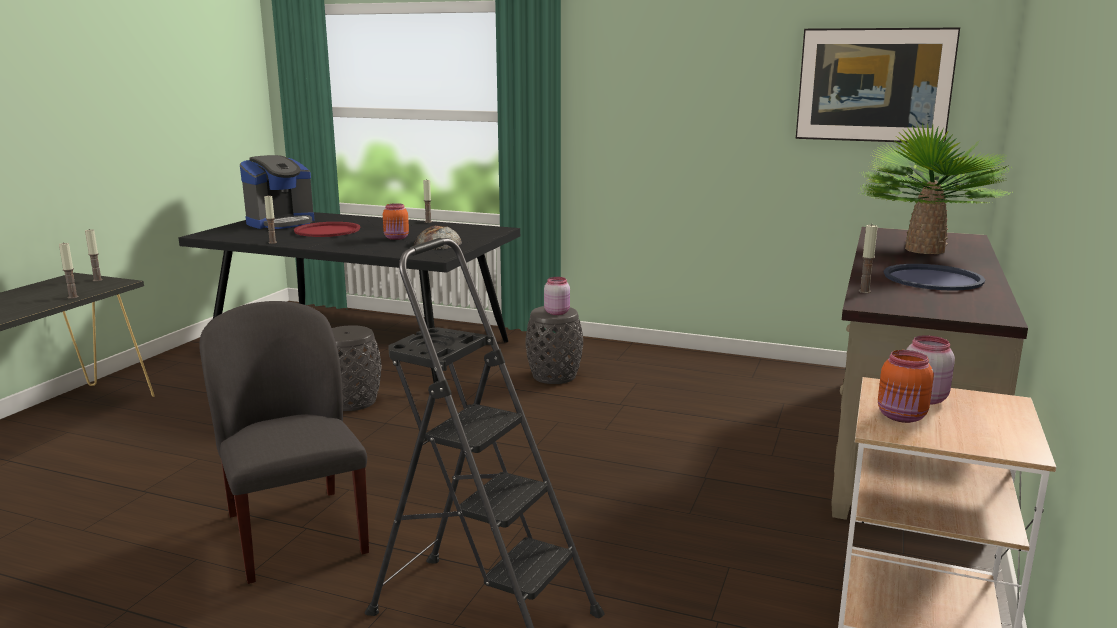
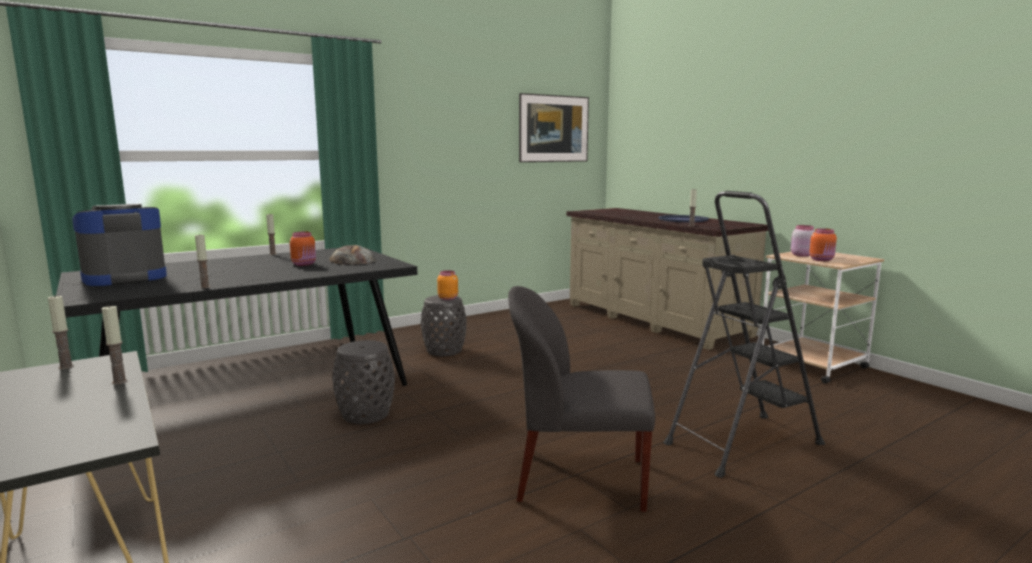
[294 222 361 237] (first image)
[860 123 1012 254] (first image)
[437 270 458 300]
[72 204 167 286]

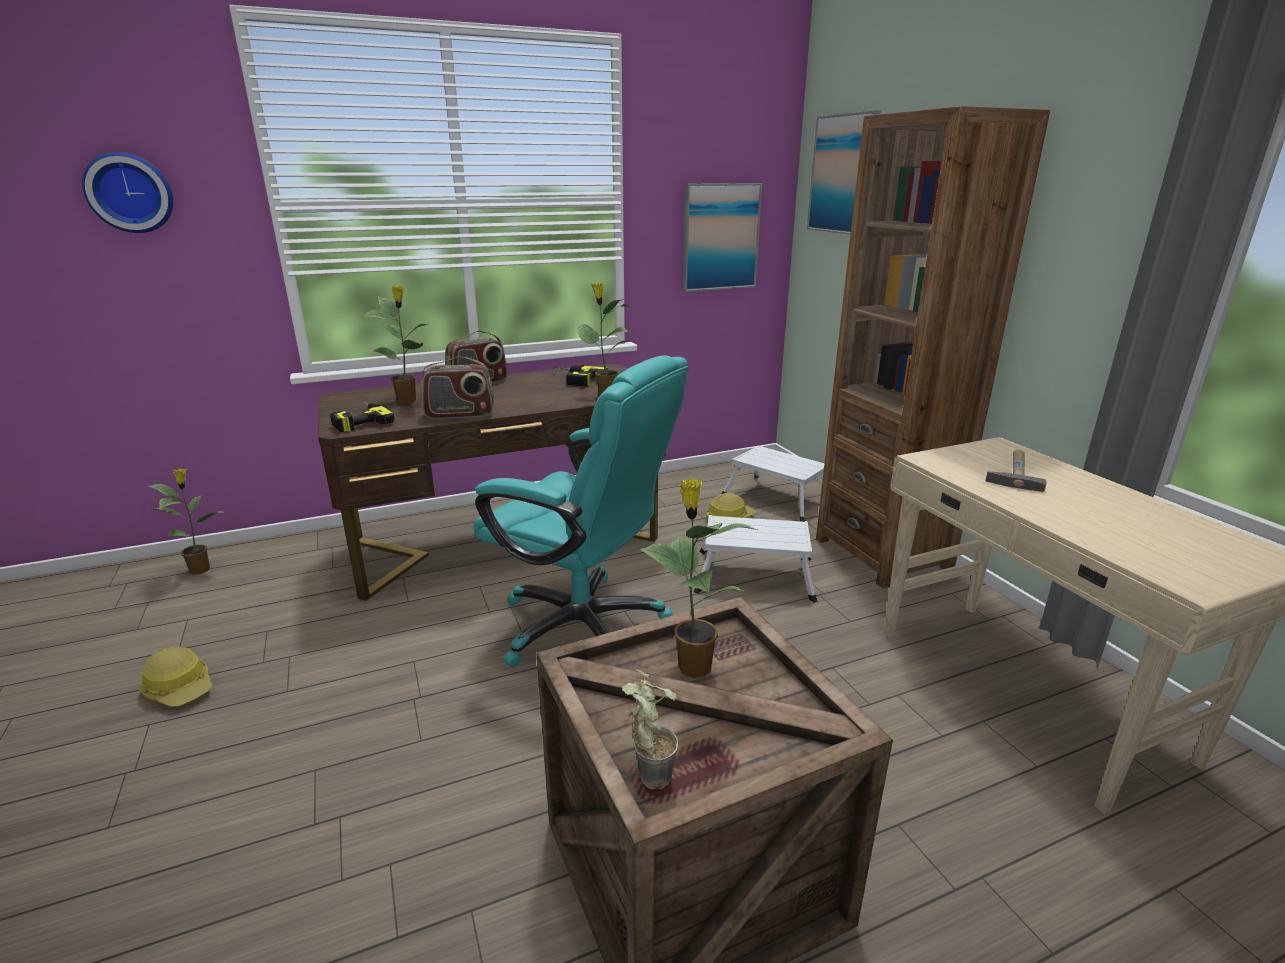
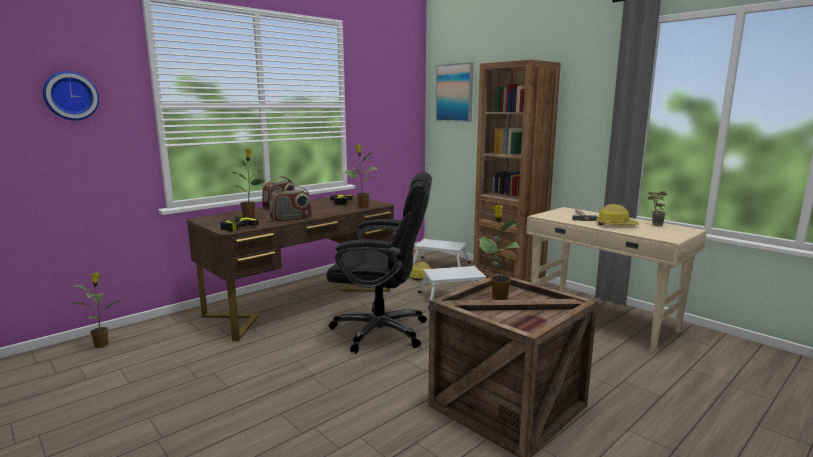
[683 183 762 292] (first image)
[596 204 639 226]
[647 191 667 227]
[326 172 432 353]

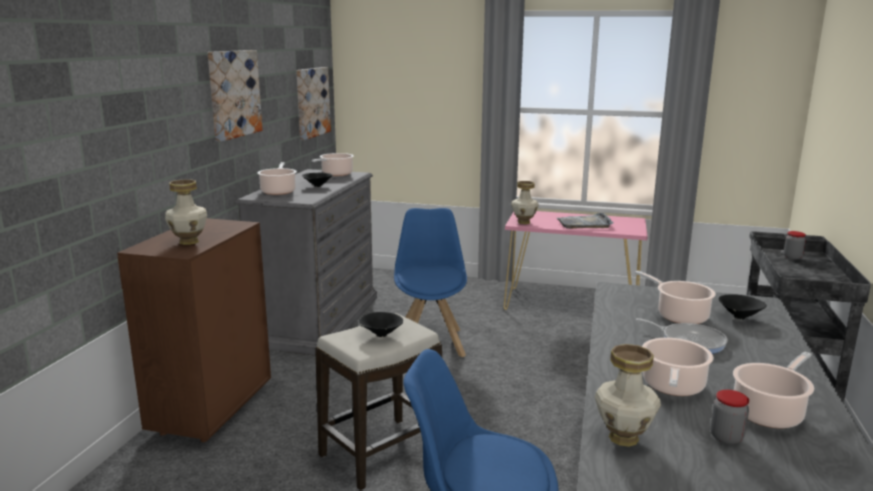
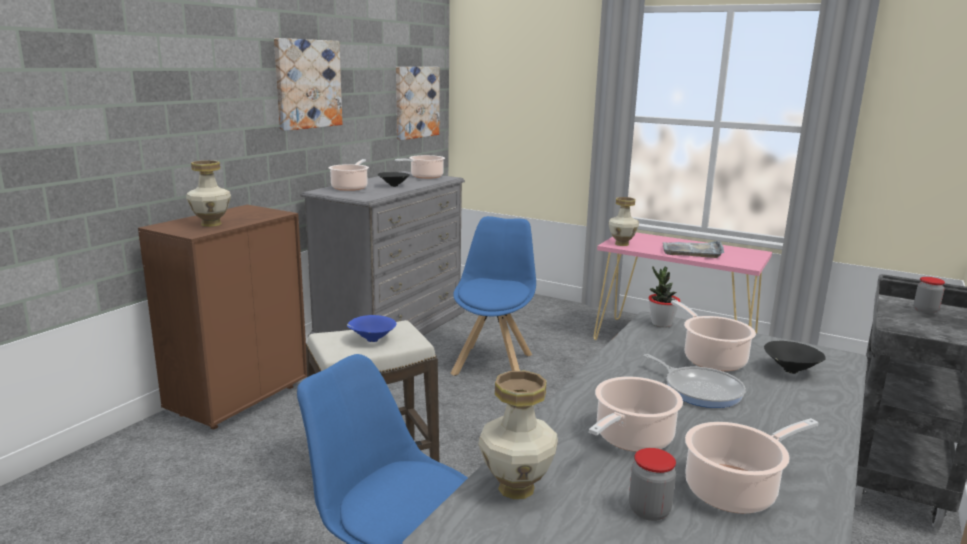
[649 266 680 327]
[347 315 397 342]

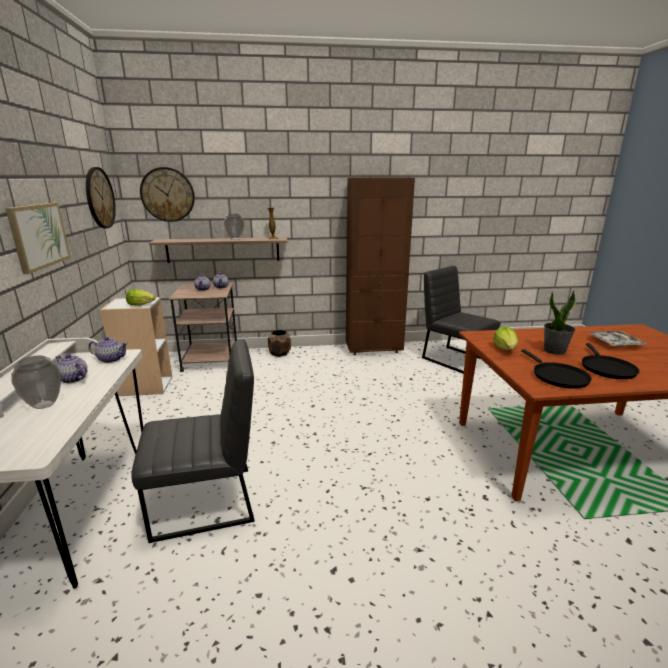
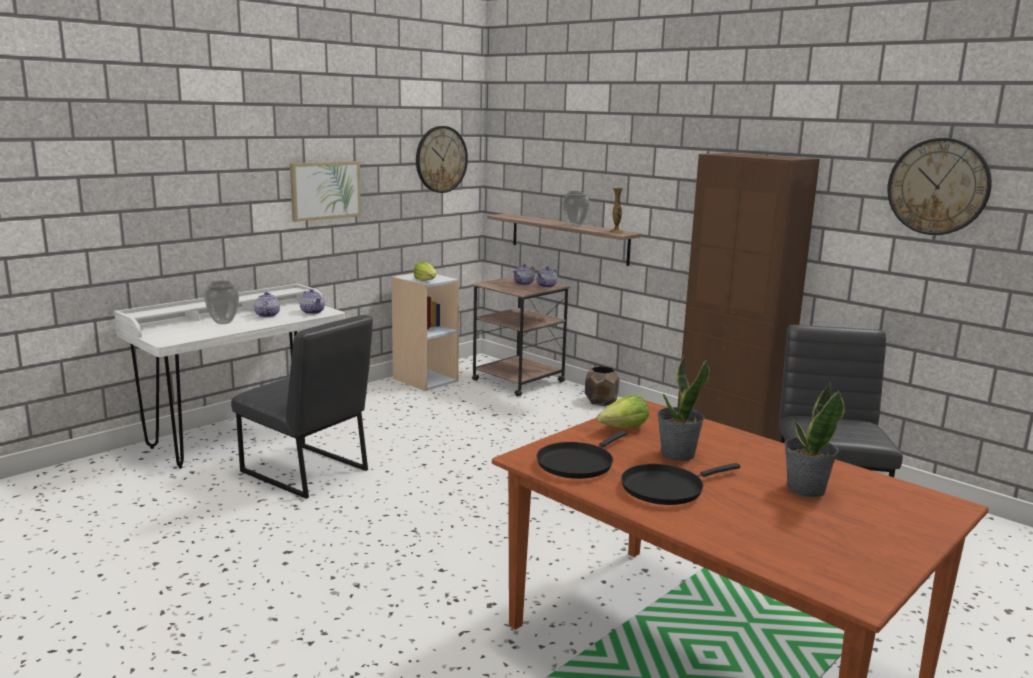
[887 138 992 235]
[784 383 845 497]

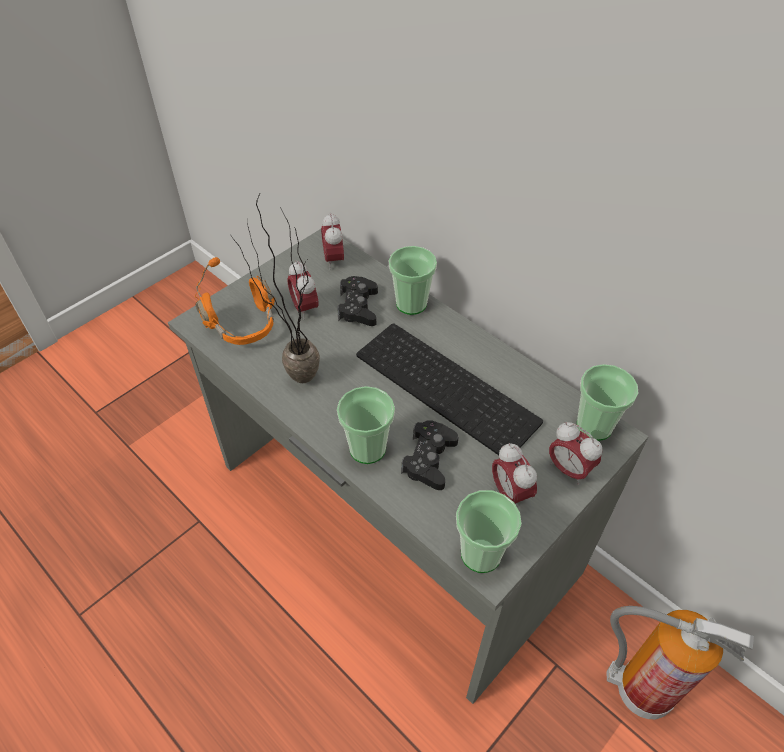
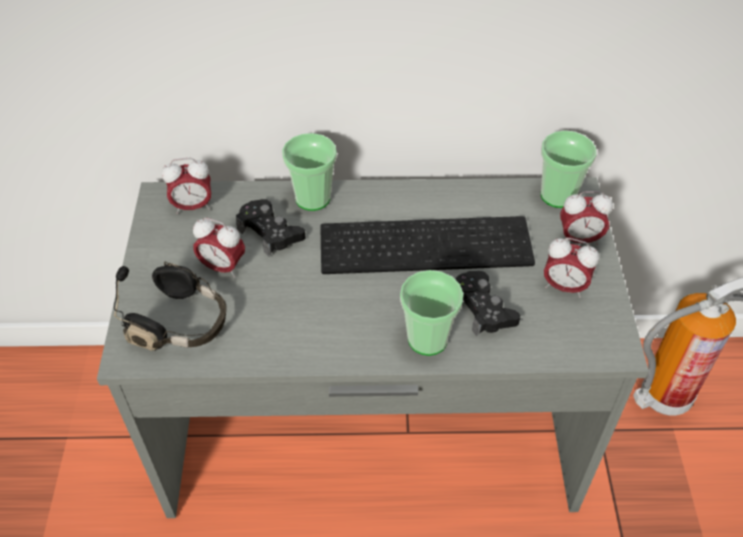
[230 194 320 383] (first image)
[456 490 522 573] (first image)
[114 262 227 351]
[162 158 211 214]

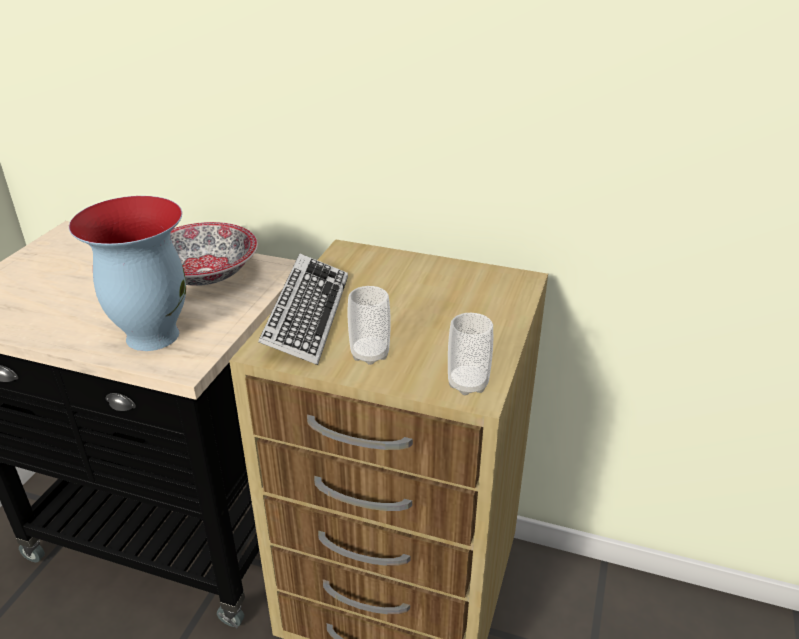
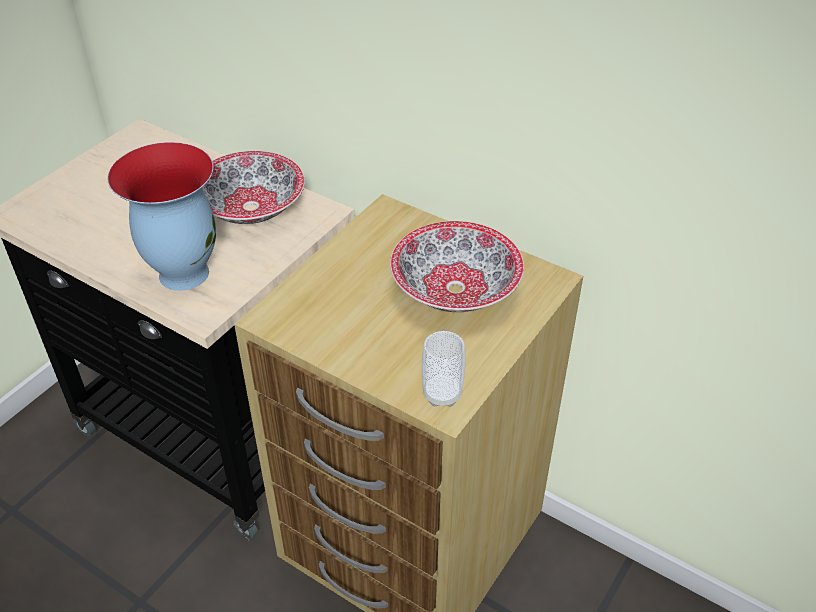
[258 253 348 365] (first image)
[348 286 391 365] (first image)
[390 221 524 312]

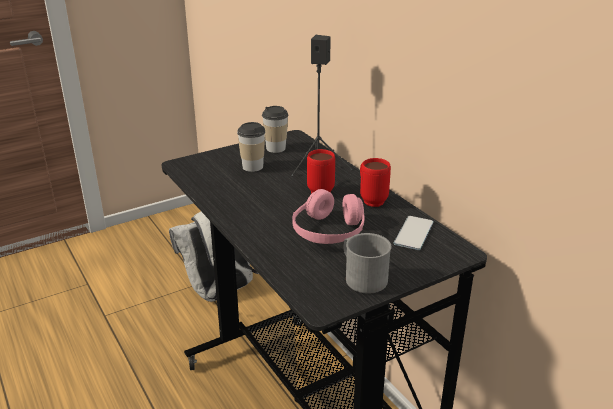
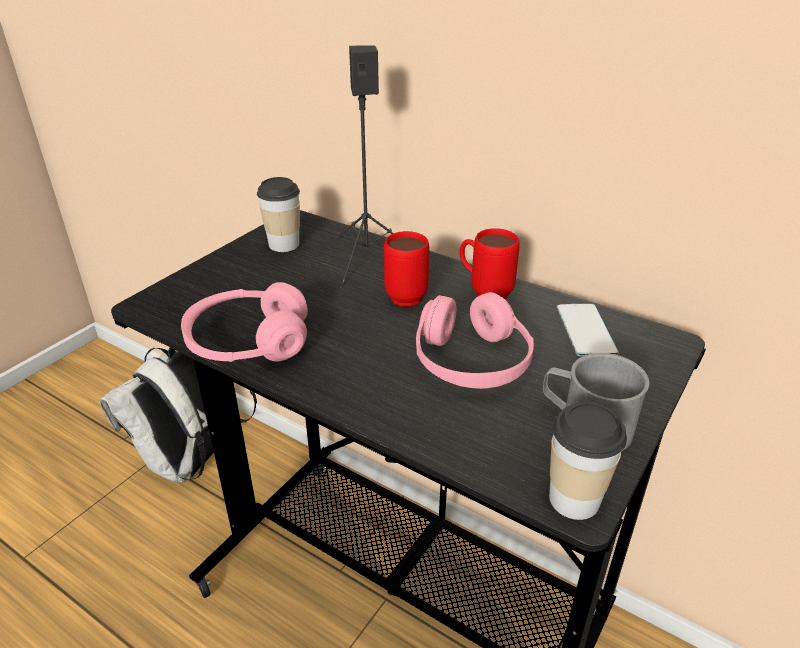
[181 282 308 362]
[549 401 627 520]

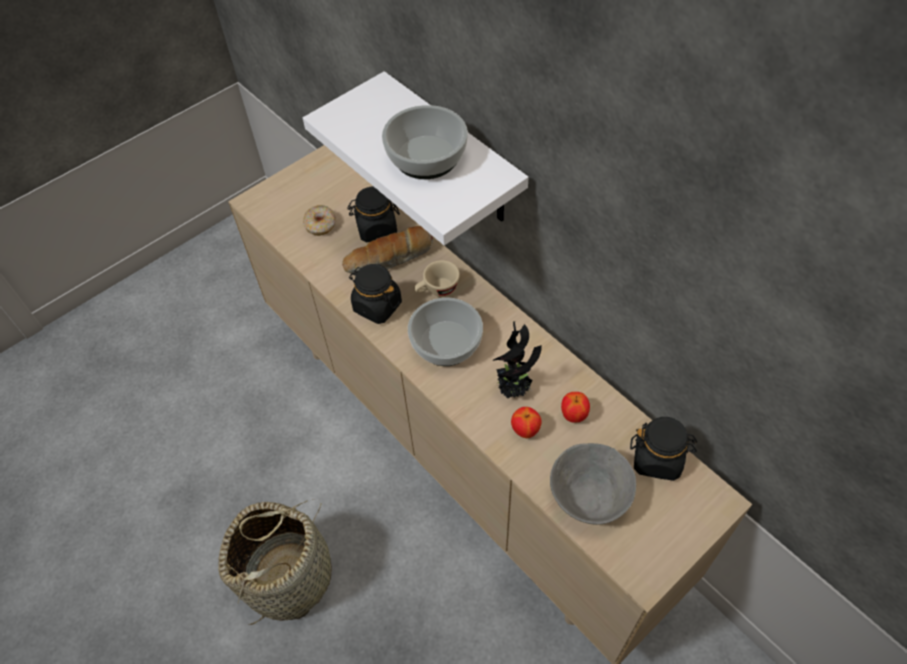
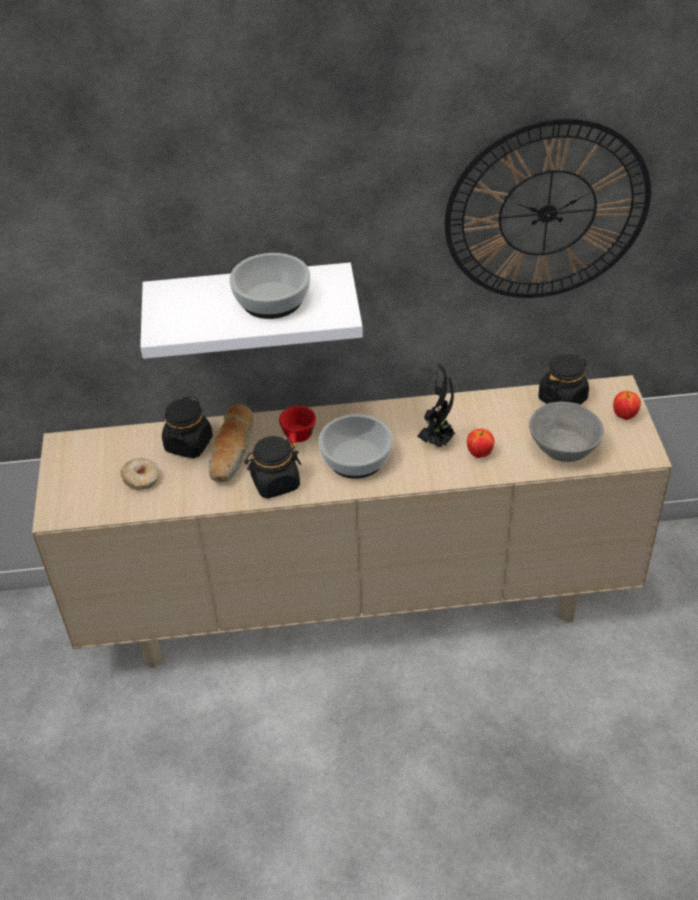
[218 499 332 625] (first image)
[444 118 651 298]
[613 391 641 420]
[279 406 316 444]

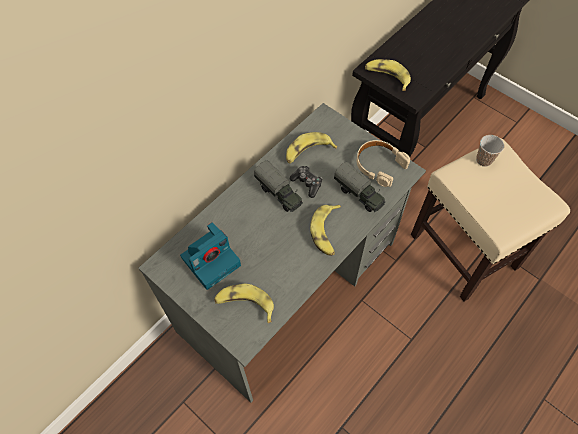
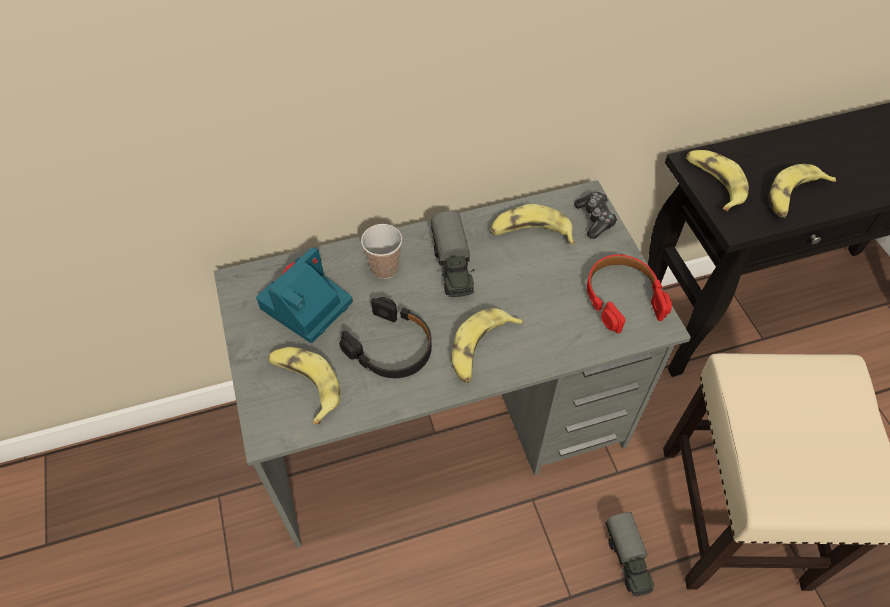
[339 297 432 378]
[768 164 836 218]
[574 191 618 239]
[605 512 654 596]
[361 224 402 279]
[587 255 672 333]
[256 247 353 343]

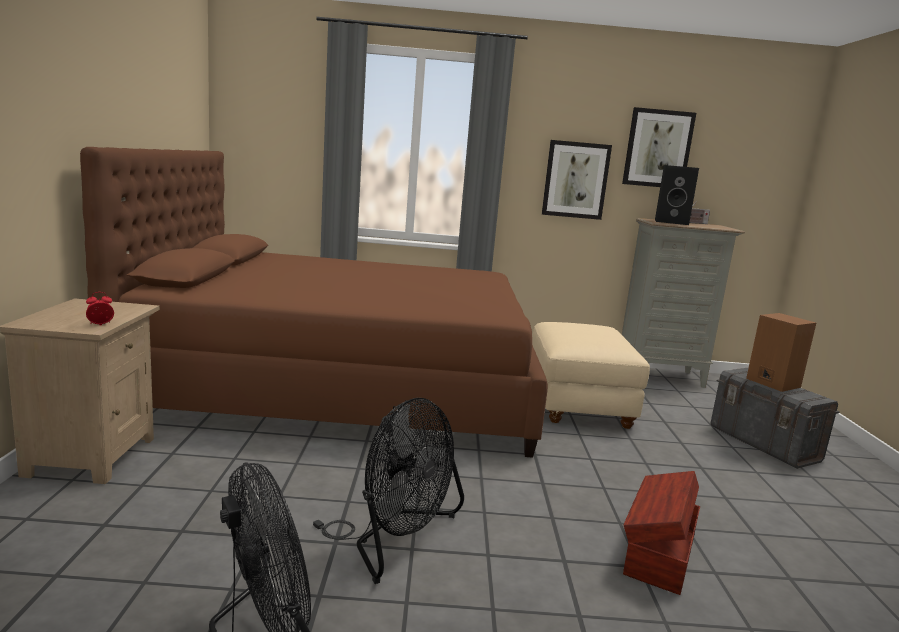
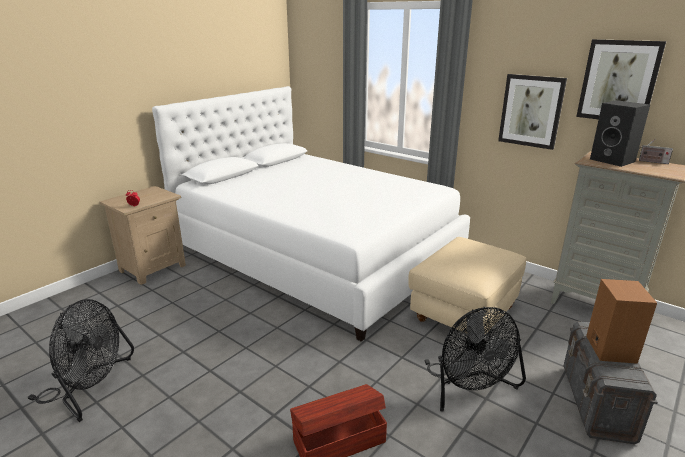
[425 307 526 412]
[152 86 470 342]

